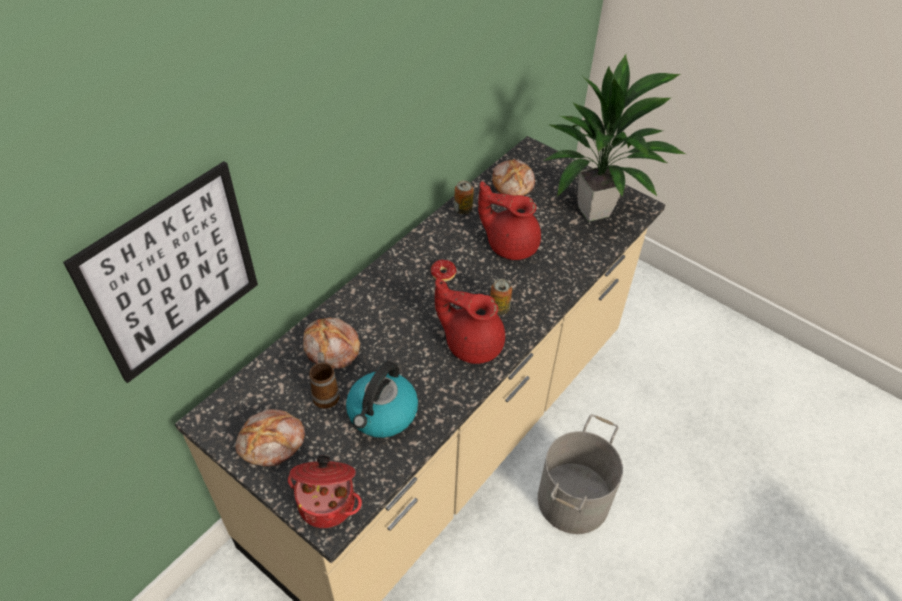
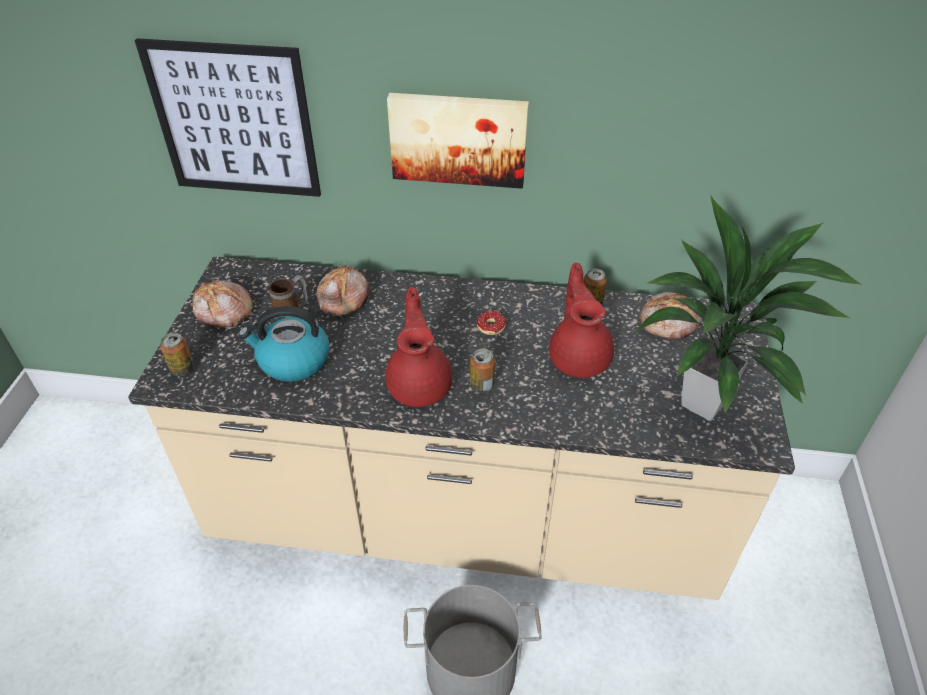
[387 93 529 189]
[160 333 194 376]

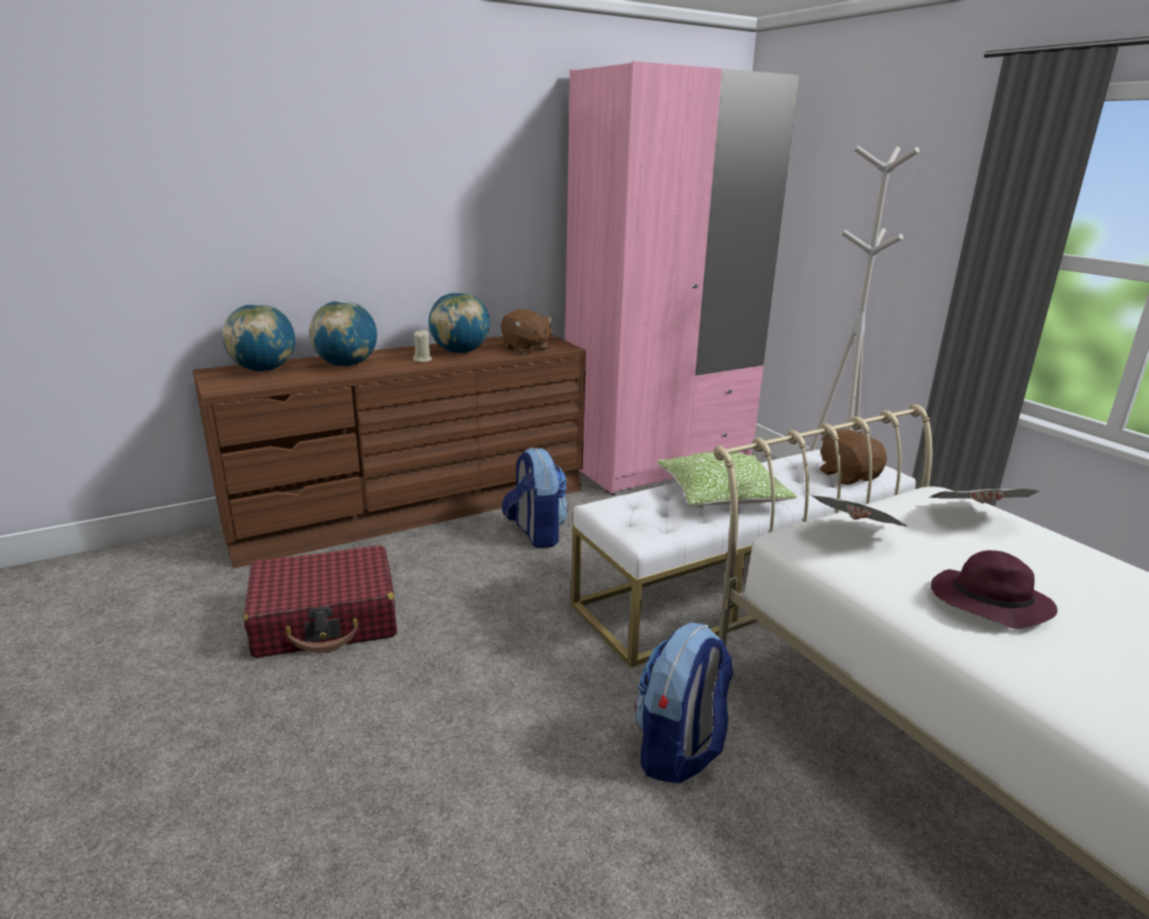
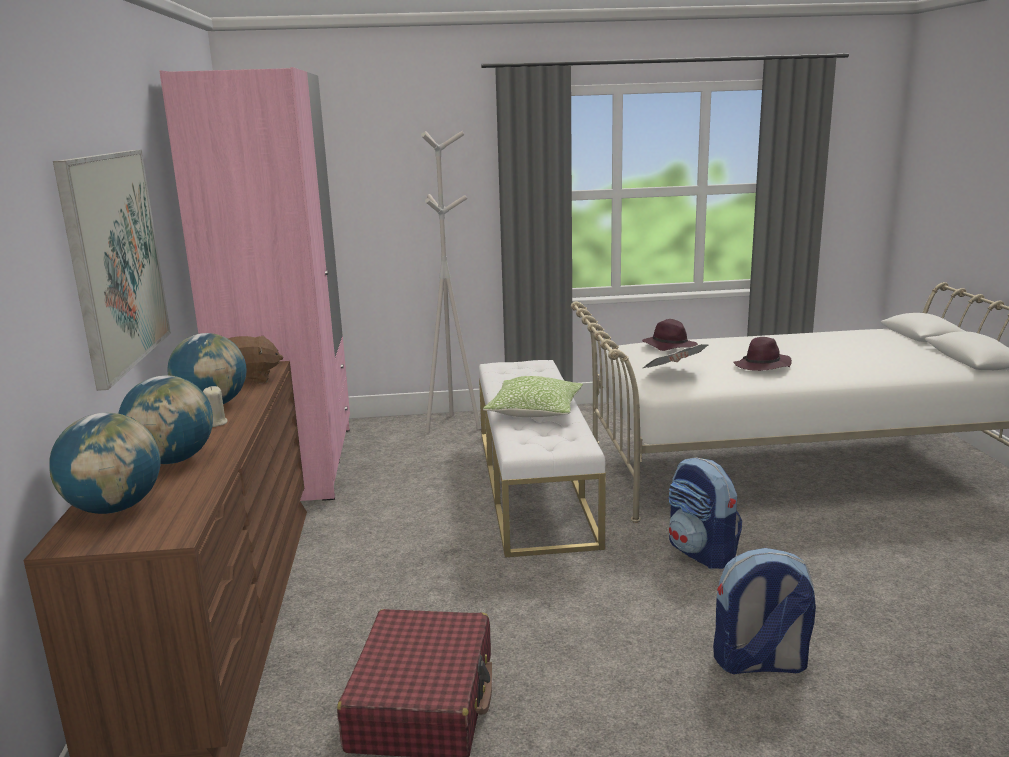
[820 430 887 485] (first image)
[53 150 171 391]
[713 548 816 674]
[642 319 698 351]

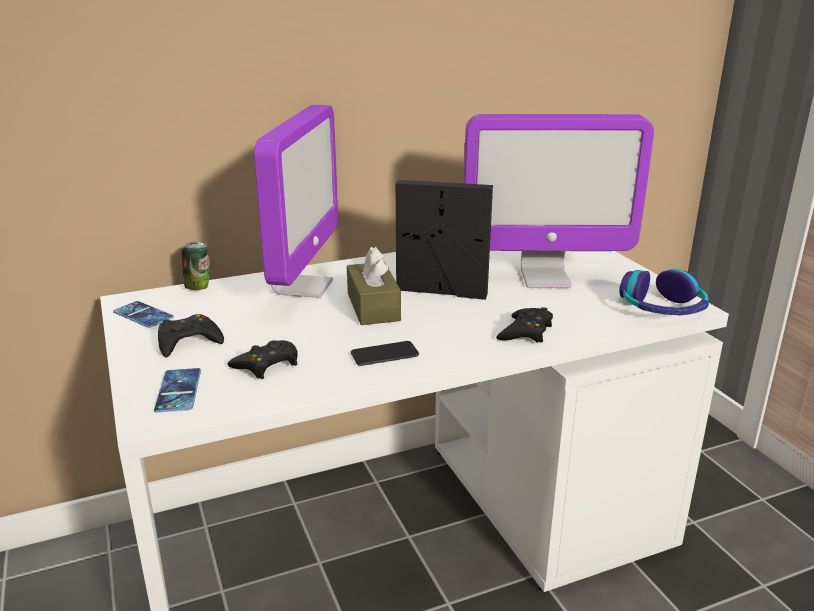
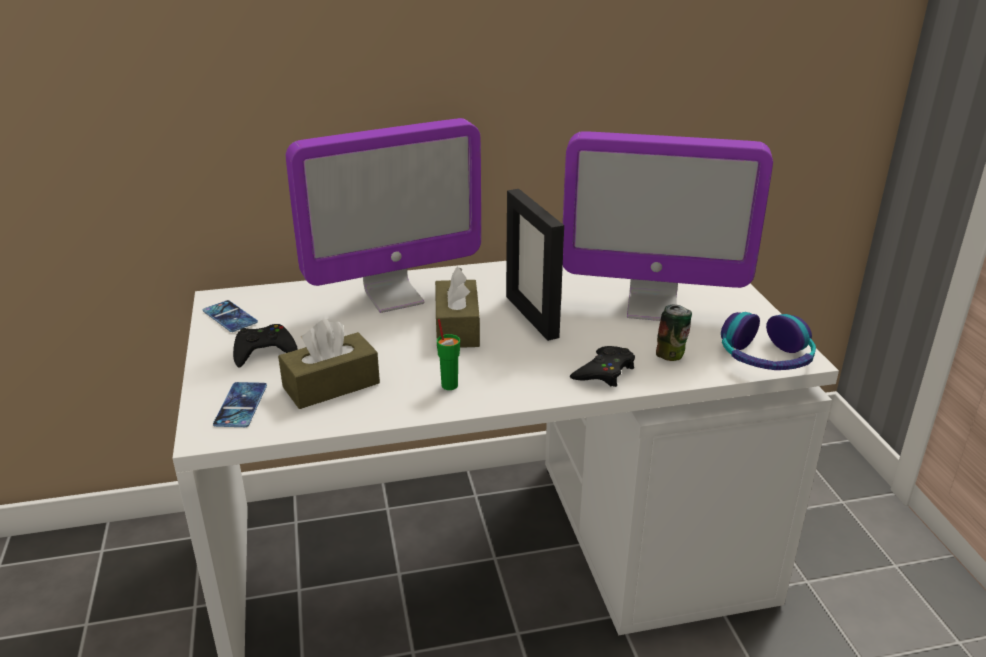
[656 304 692 361]
[278 319 380 409]
[437 319 460 390]
[286 118 481 313]
[506 189 564 341]

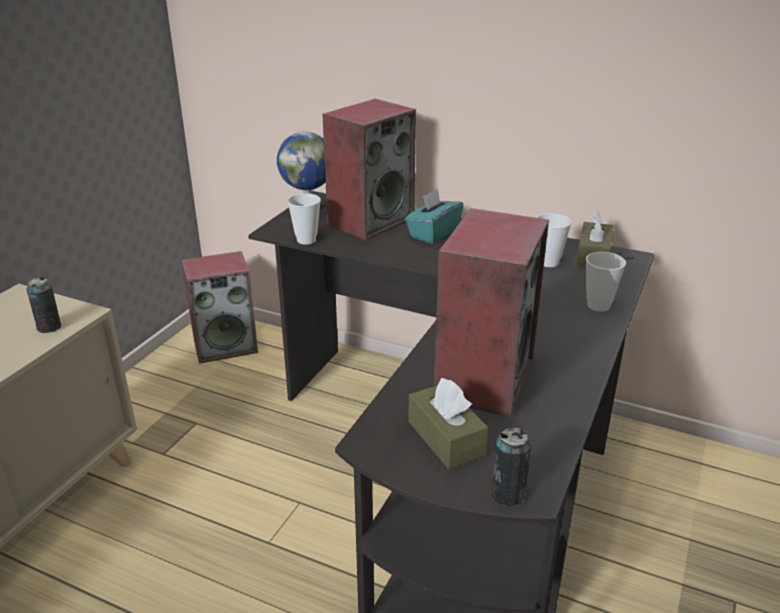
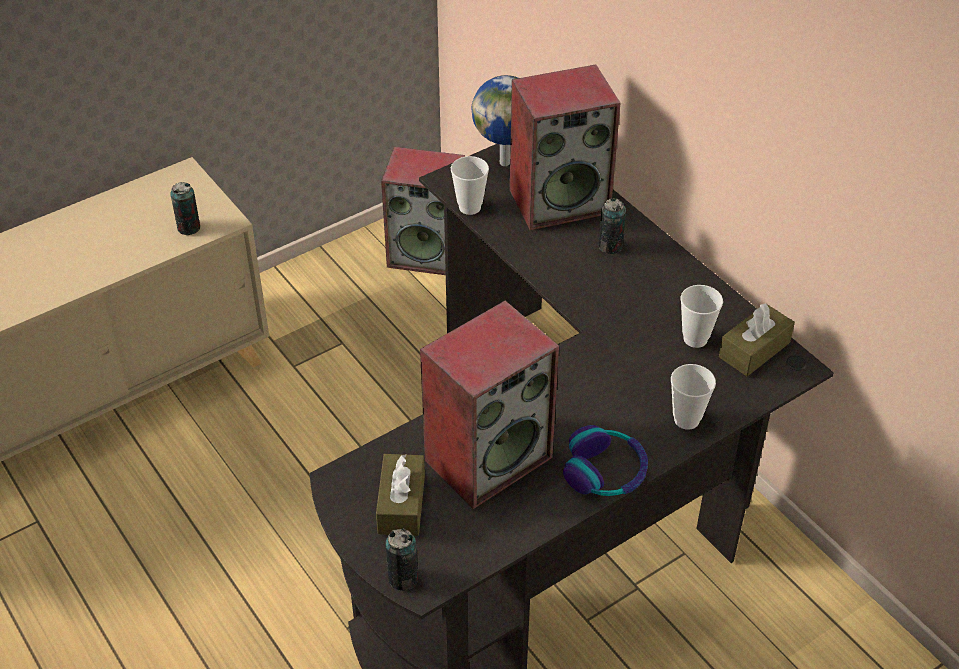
[563 425 648 496]
[598 198 626 254]

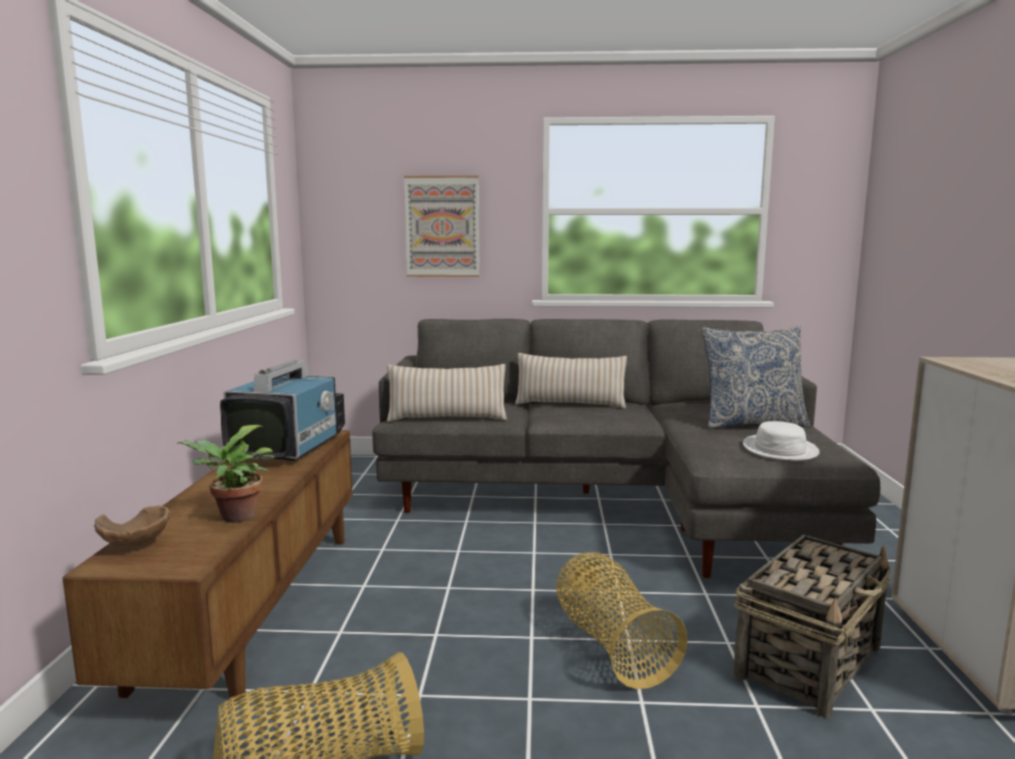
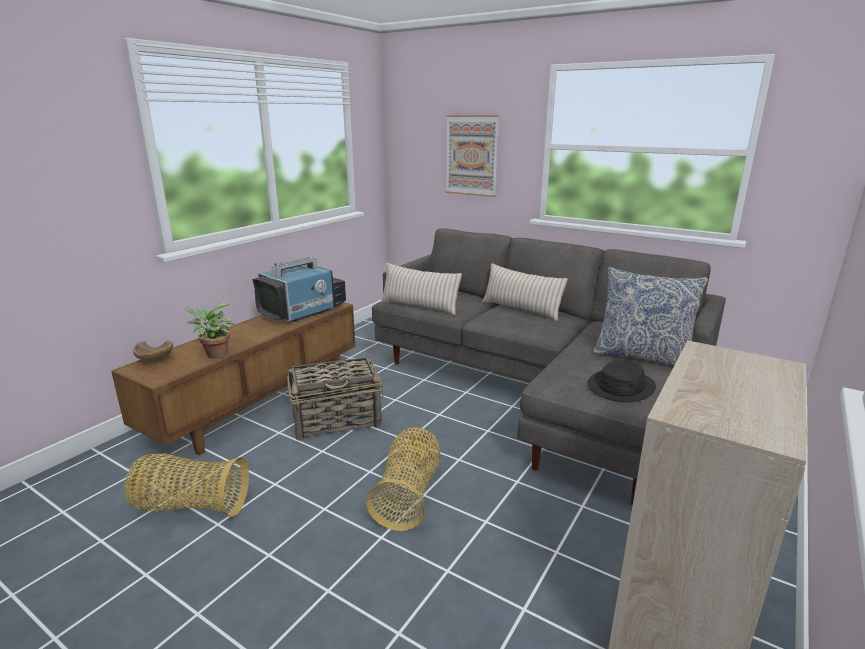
[287 357 383 441]
[588 360 656 402]

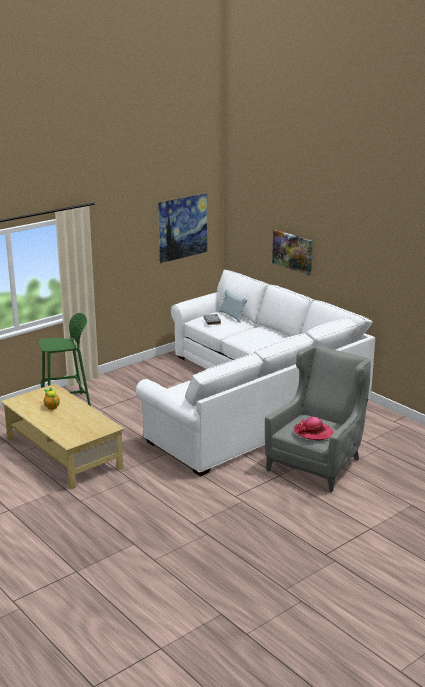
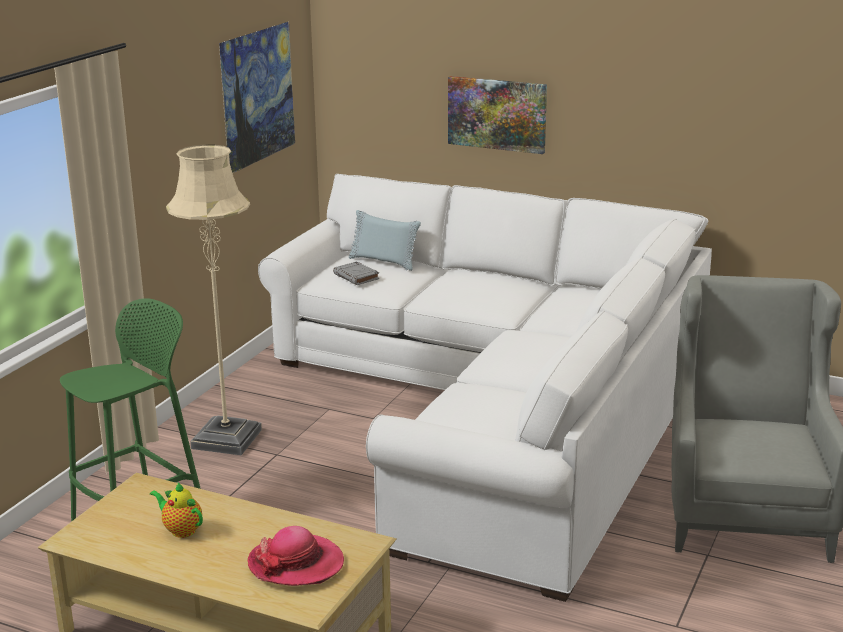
[166 144 262 455]
[248 526 344 586]

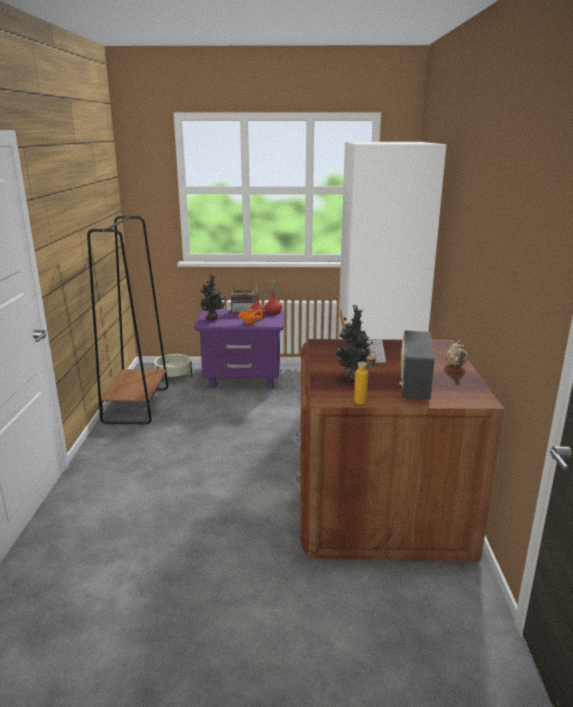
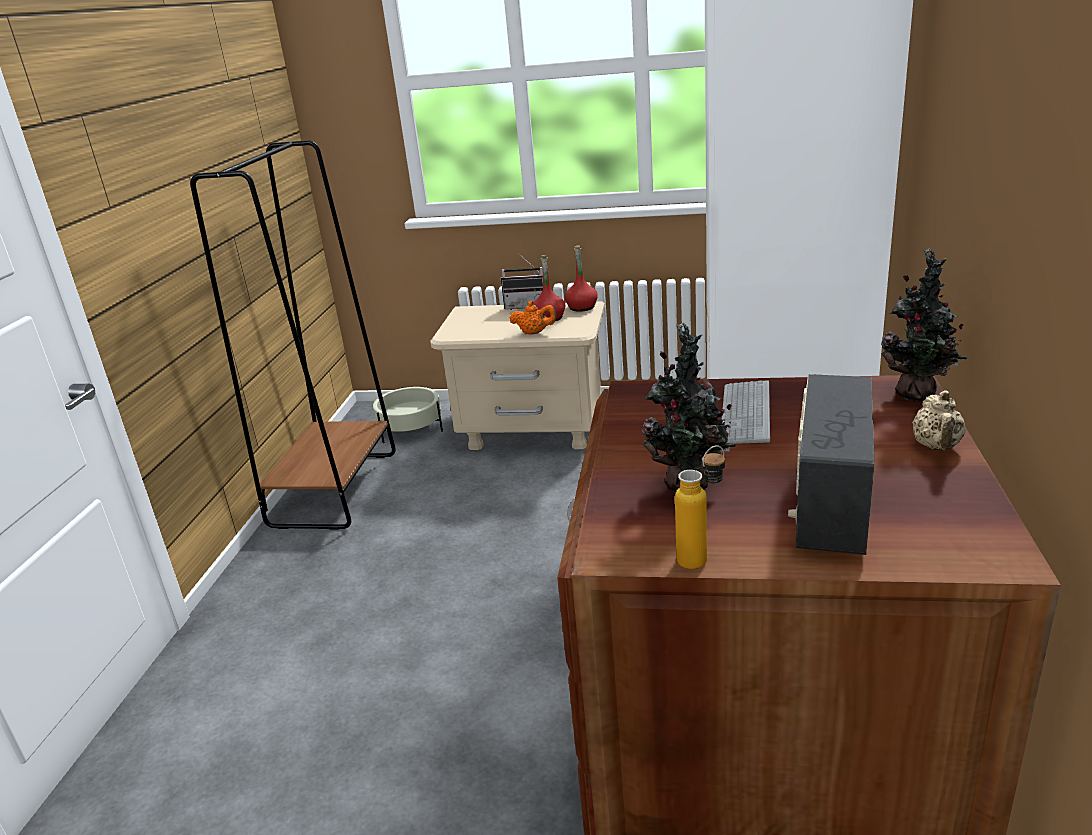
[881 248 967 401]
[431 301 605 450]

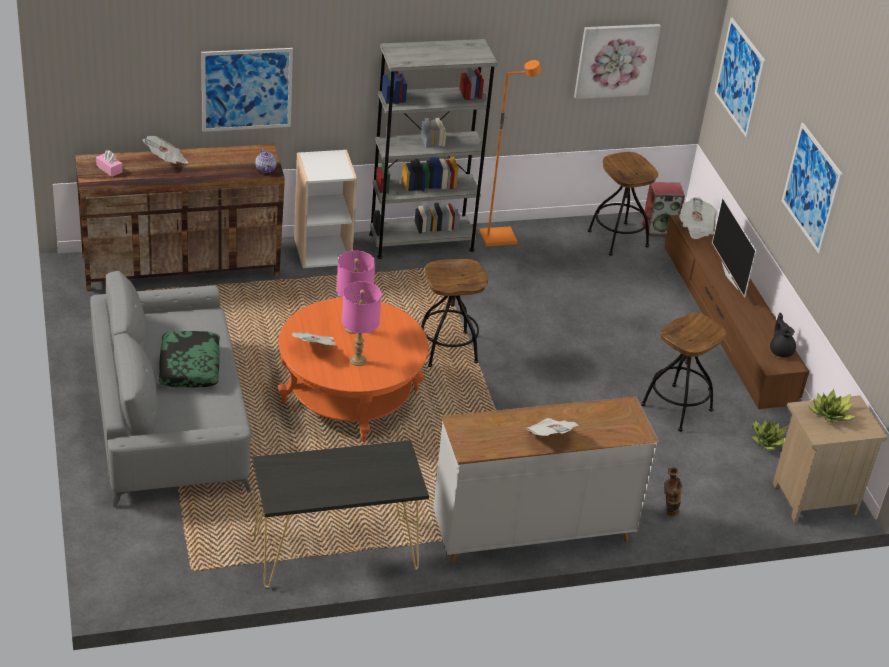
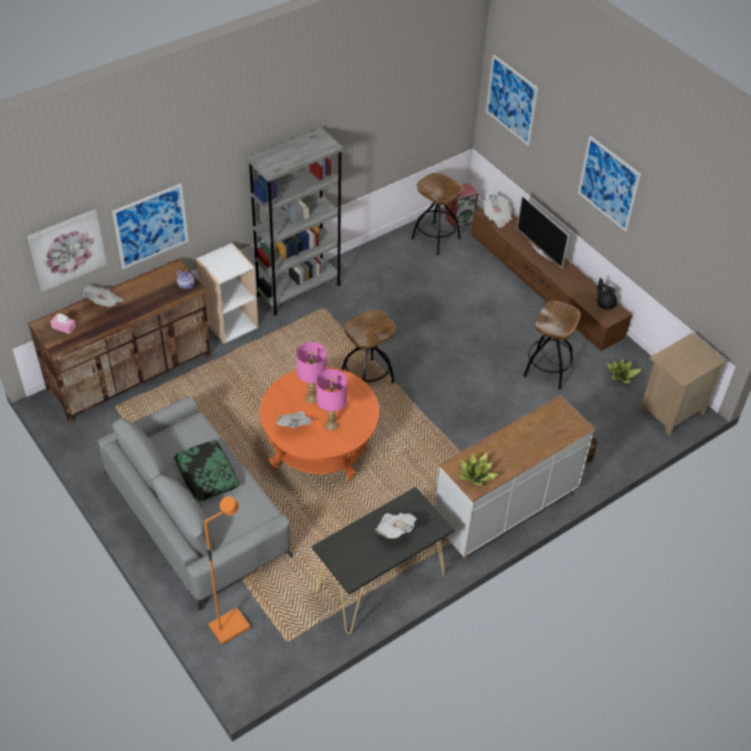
[204 496 251 644]
[375 513 417 538]
[27 209 107 292]
[458 453 498 486]

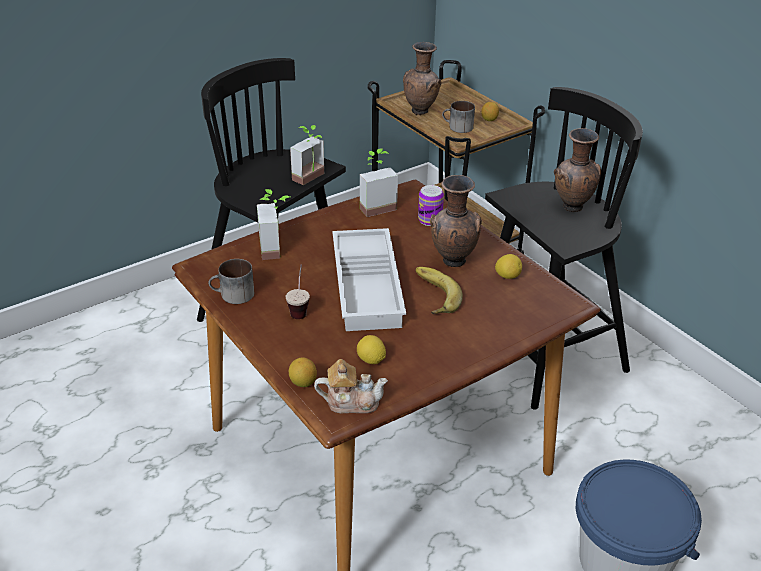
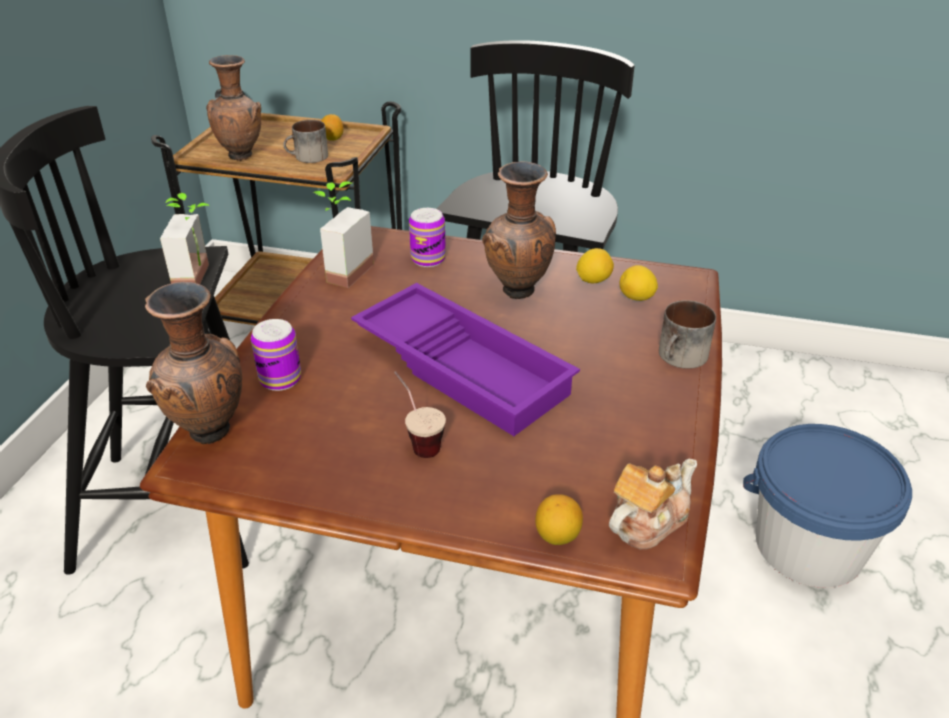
[416 267 463 314] (first image)
[659 300 716 369]
[619 265 658 301]
[145 282 242 444]
[251 319 301 391]
[351 283 580 436]

